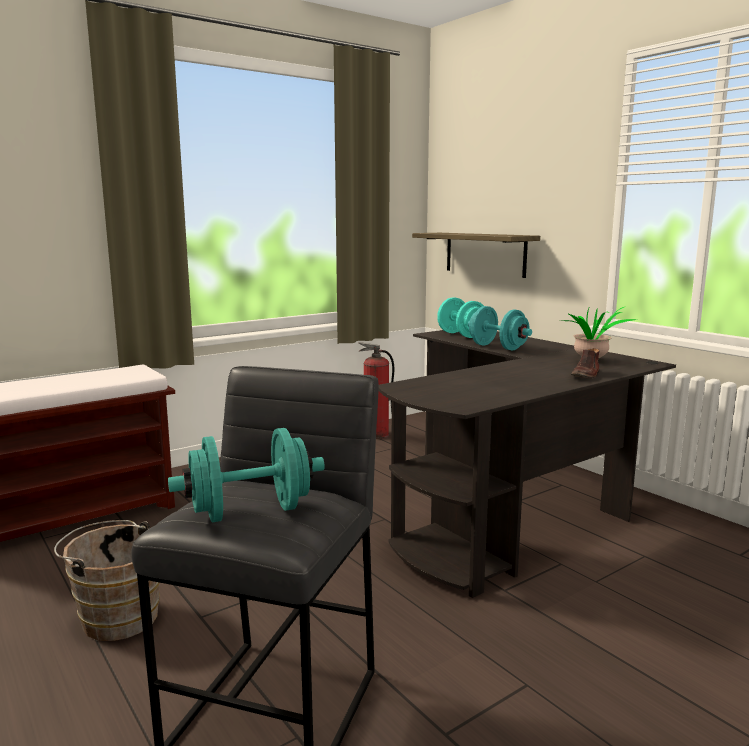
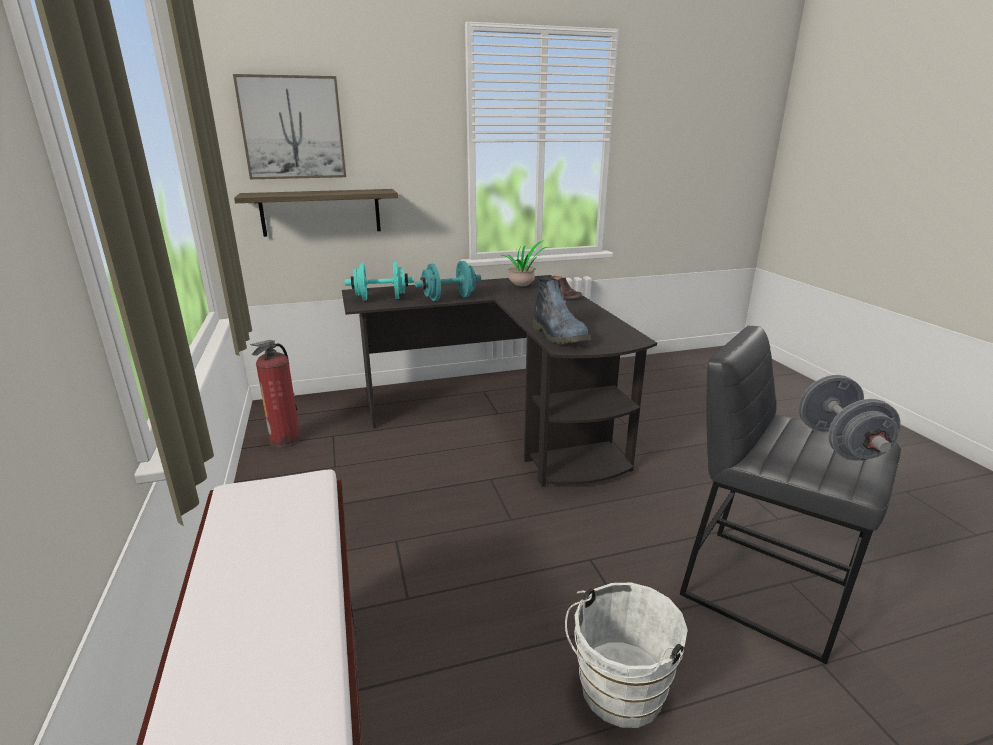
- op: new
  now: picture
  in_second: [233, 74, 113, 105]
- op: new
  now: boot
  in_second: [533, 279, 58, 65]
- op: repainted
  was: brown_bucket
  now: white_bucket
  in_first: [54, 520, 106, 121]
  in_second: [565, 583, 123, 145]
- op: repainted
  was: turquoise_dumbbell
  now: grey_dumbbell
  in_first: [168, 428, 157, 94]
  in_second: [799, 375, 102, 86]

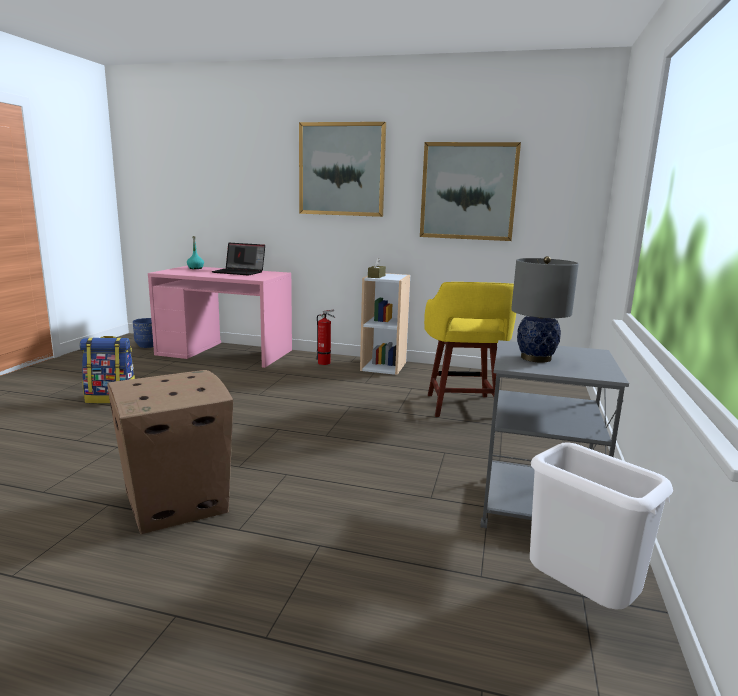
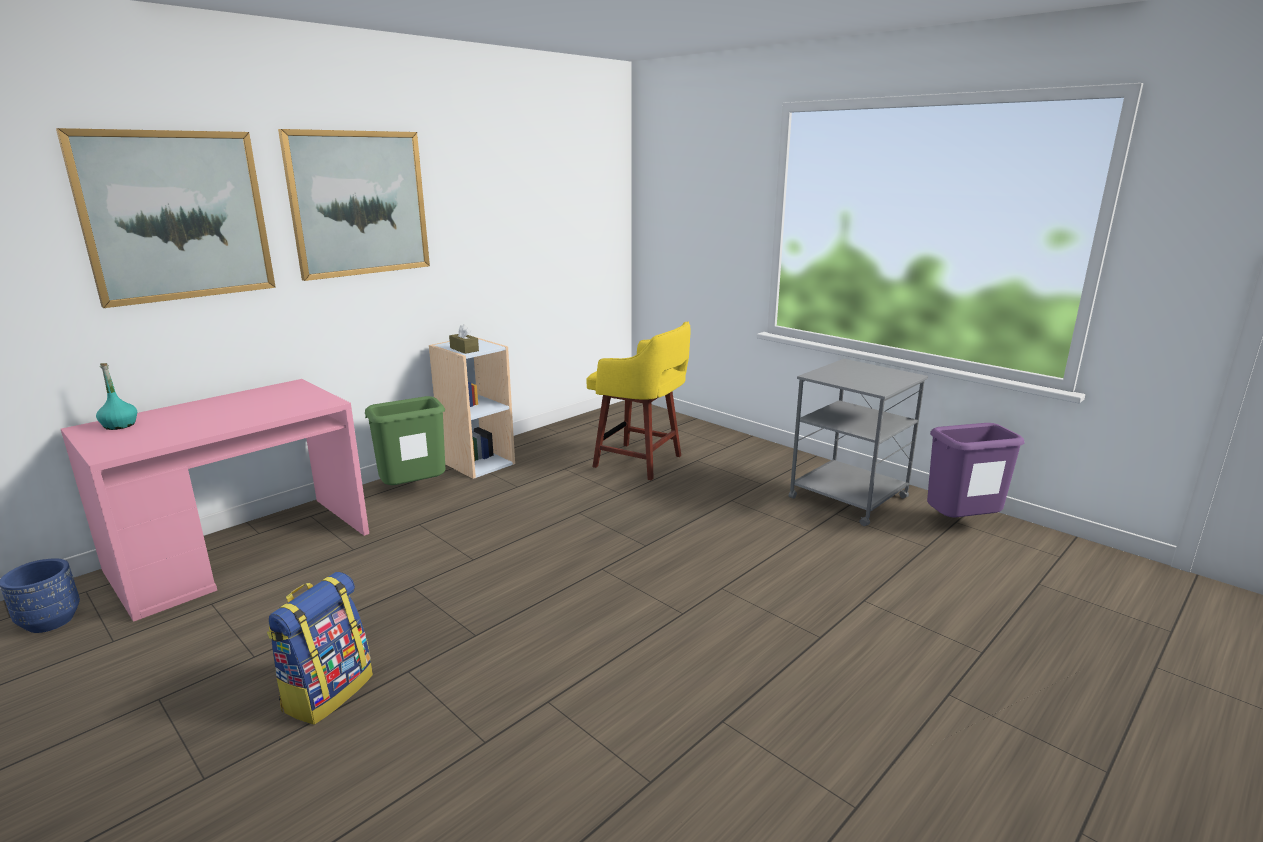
- op: gone
  was: cardboard_box
  in_first: [107, 370, 126, 164]
- op: gone
  was: laptop
  in_first: [211, 243, 54, 33]
- op: gone
  was: grey_table_lamp
  in_first: [511, 256, 68, 107]
- op: shifted
  was: picture
  in_first: [420, 142, 101, 99]
  in_second: [56, 128, 220, 180]
- op: swapped
  was: fire_extinguisher
  now: green_trash_can
  in_first: [317, 309, 18, 56]
  in_second: [365, 396, 81, 89]
- op: repainted
  was: white_trash_can
  now: purple_trash_can
  in_first: [530, 442, 143, 168]
  in_second: [927, 423, 97, 94]

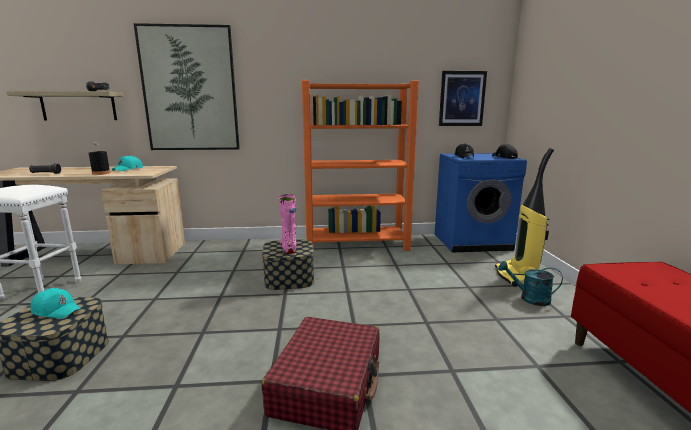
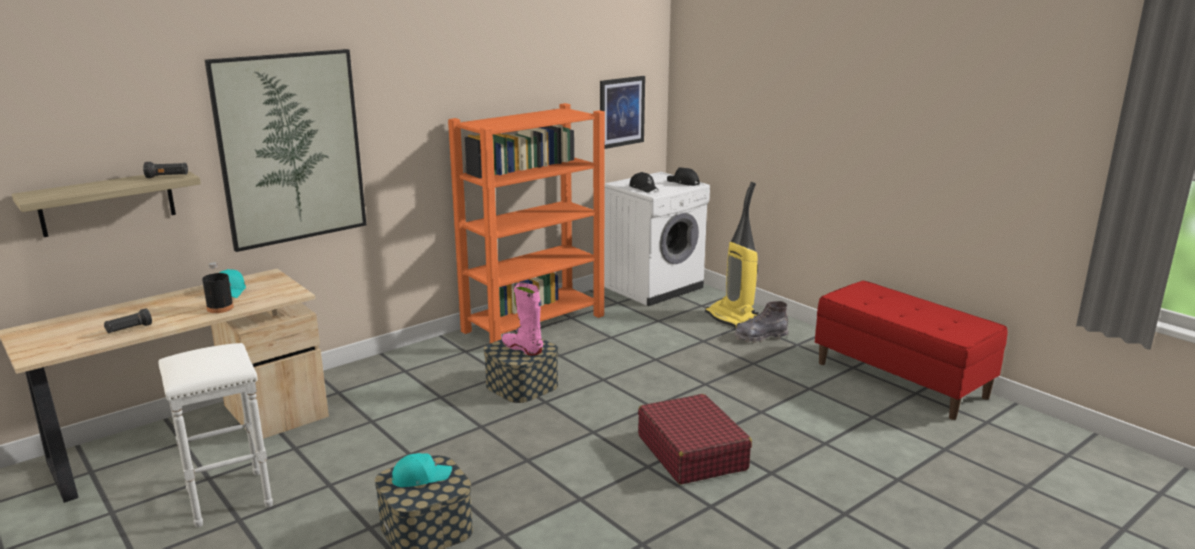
- op: swapped
  was: turquoise_watering_can
  now: grey_boot
  in_first: [498, 261, 65, 45]
  in_second: [735, 301, 54, 42]
- op: repainted
  was: blue_washing_machine
  now: white_washing_machine
  in_first: [435, 153, 92, 100]
  in_second: [604, 172, 106, 134]

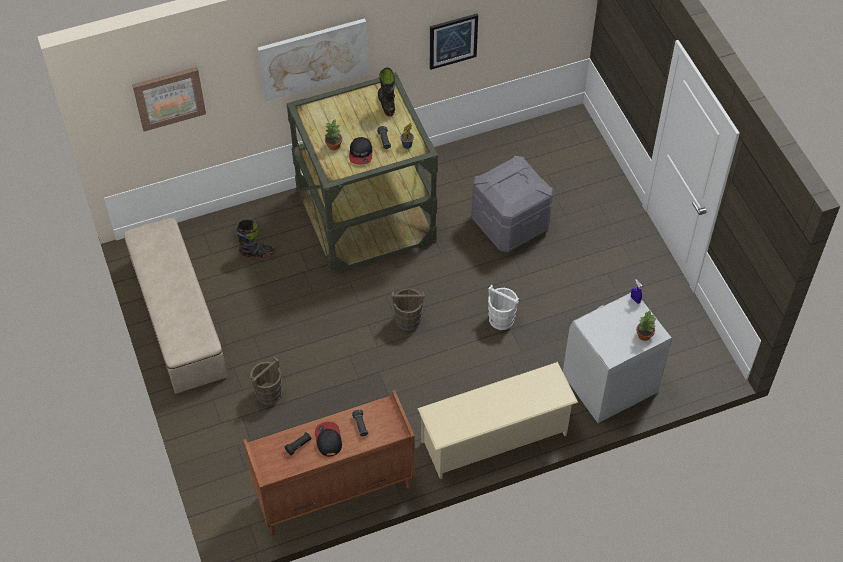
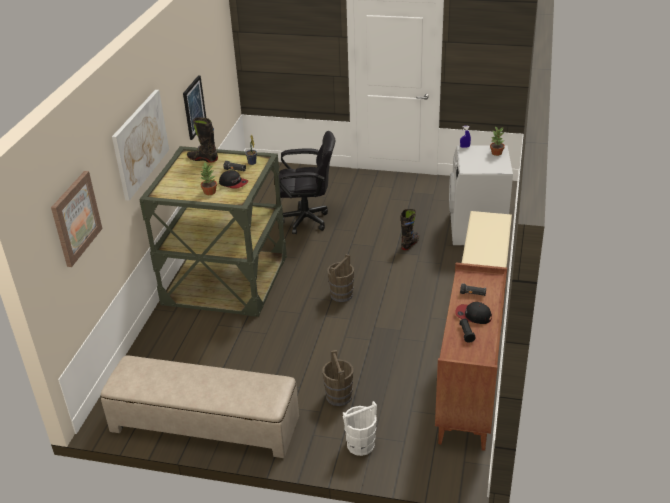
- op: shifted
  was: black_boot
  in_first: [236, 219, 39, 39]
  in_second: [401, 209, 18, 41]
- op: shifted
  was: white_bucket
  in_first: [488, 285, 31, 45]
  in_second: [343, 401, 34, 55]
- op: swapped
  was: grey_storage_box
  now: black_office_chair
  in_first: [471, 156, 82, 96]
  in_second: [279, 131, 56, 103]

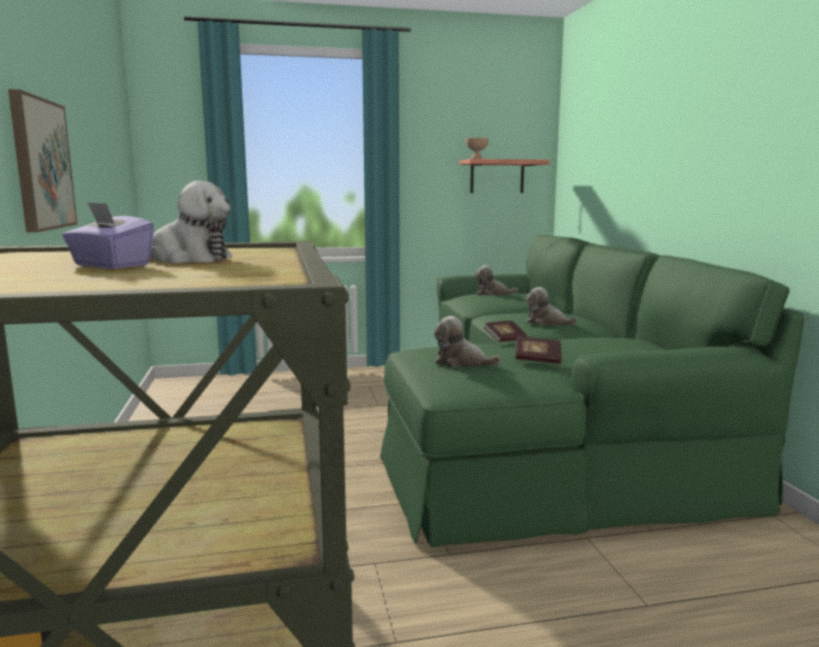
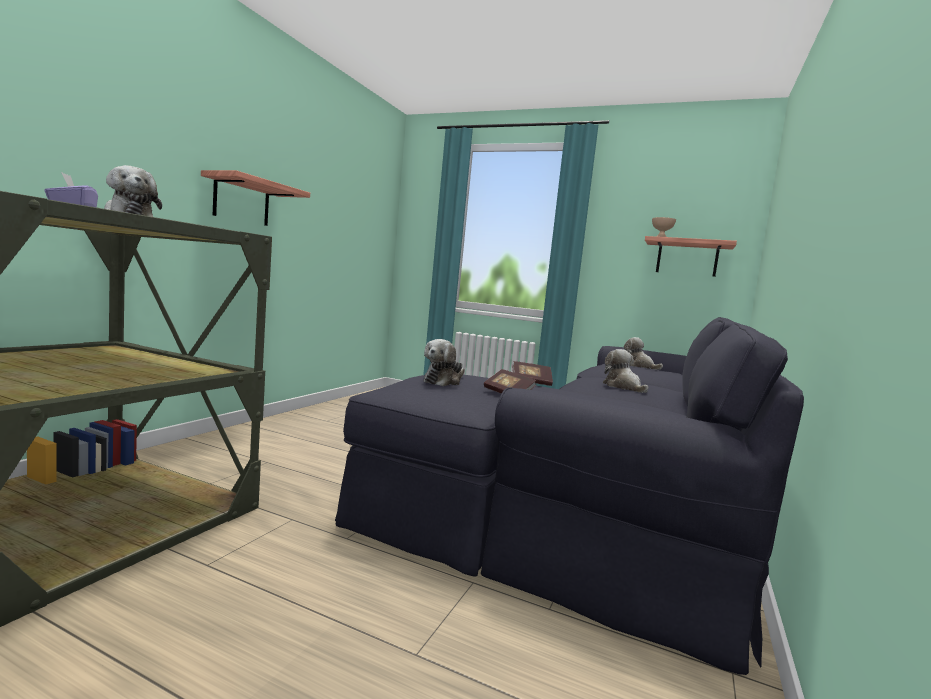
- op: swapped
  was: picture
  now: shelf
  in_first: [8, 89, 69, 144]
  in_second: [201, 170, 109, 56]
- op: repainted
  was: green_sofa
  now: black_sofa
  in_first: [380, 235, 424, 312]
  in_second: [335, 317, 469, 358]
- op: rotated
  was: plush_toy
  in_first: [434, 316, 67, 51]
  in_second: [424, 339, 41, 47]
  clockwise: -120

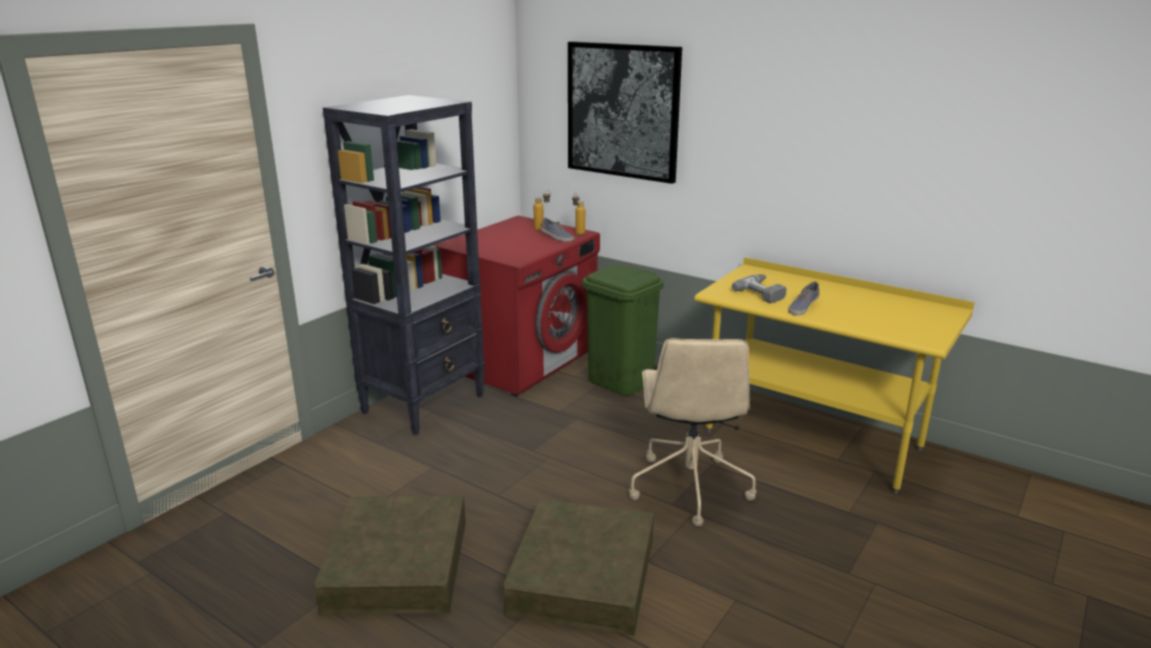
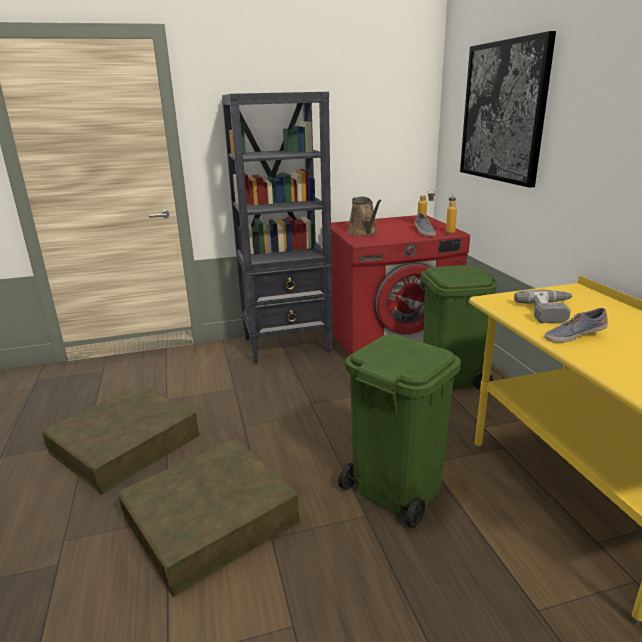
- op: new
  now: brown_watering_can
  in_second: [348, 197, 34, 39]
- op: swapped
  was: beige_office_chair
  now: green_trash_can
  in_first: [629, 338, 128, 189]
  in_second: [338, 334, 123, 194]

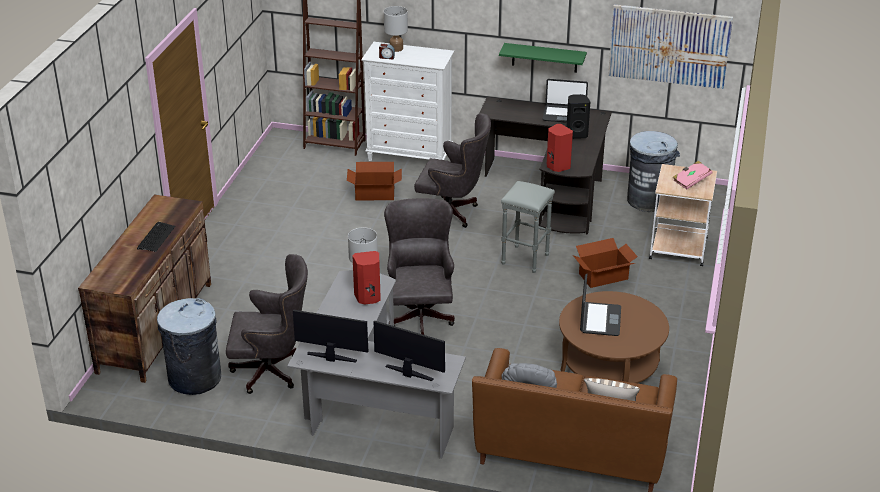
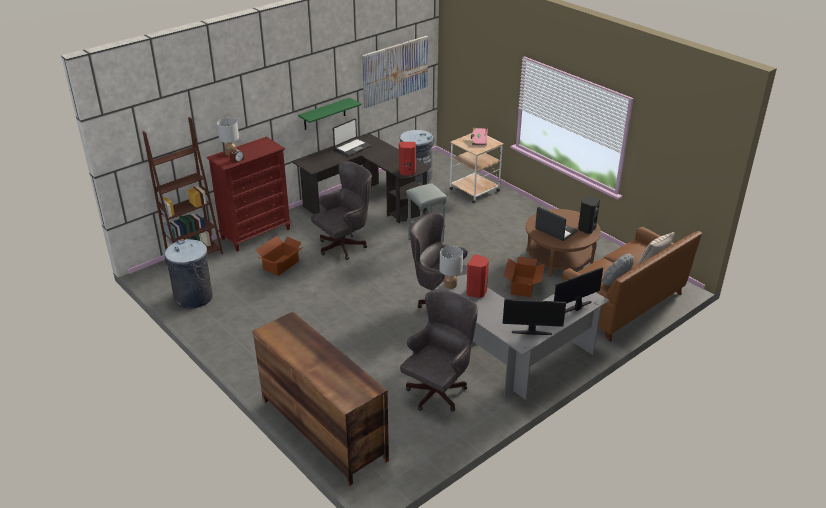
- op: gone
  was: keyboard
  in_first: [137, 222, 38, 30]
- op: shifted
  was: grey_trash_can
  in_first: [157, 298, 64, 97]
  in_second: [165, 239, 48, 70]
- op: shifted
  was: black_speaker
  in_first: [566, 94, 25, 45]
  in_second: [578, 196, 22, 38]
- op: shifted
  was: cardboard_box
  in_first: [573, 238, 65, 50]
  in_second: [503, 257, 42, 40]
- op: repainted
  was: white_dresser
  now: red_dresser
  in_first: [361, 42, 93, 119]
  in_second: [206, 137, 85, 114]
- op: rotated
  was: monitor
  in_first: [293, 310, 75, 53]
  in_second: [503, 299, 63, 36]
  clockwise: -135

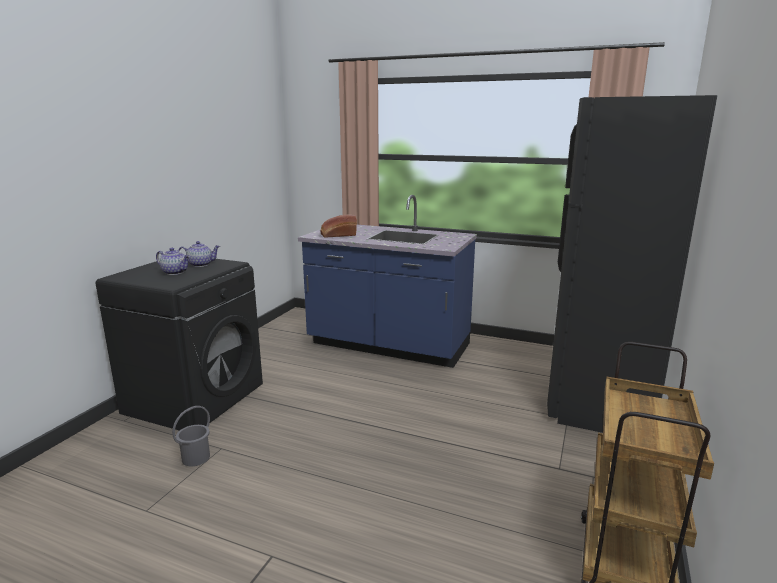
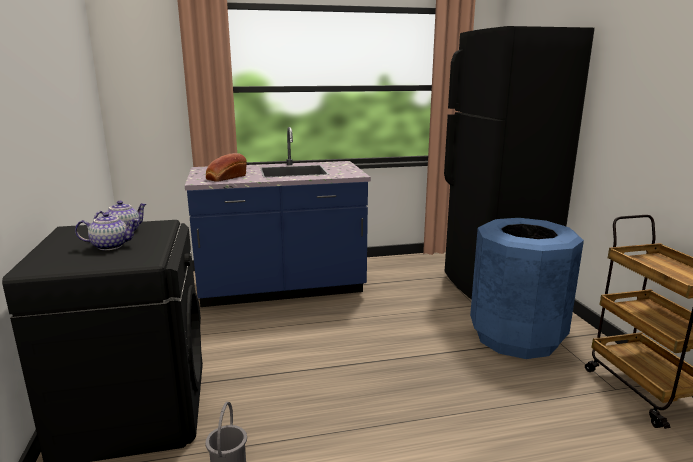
- op: new
  now: blue_trash_can
  in_second: [470, 218, 114, 141]

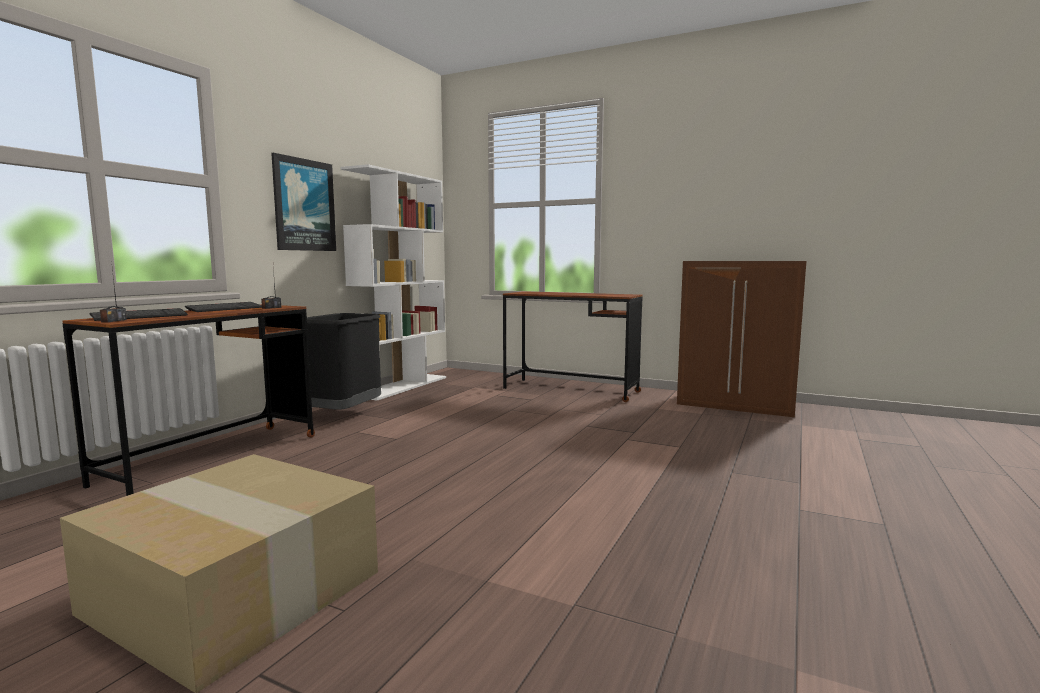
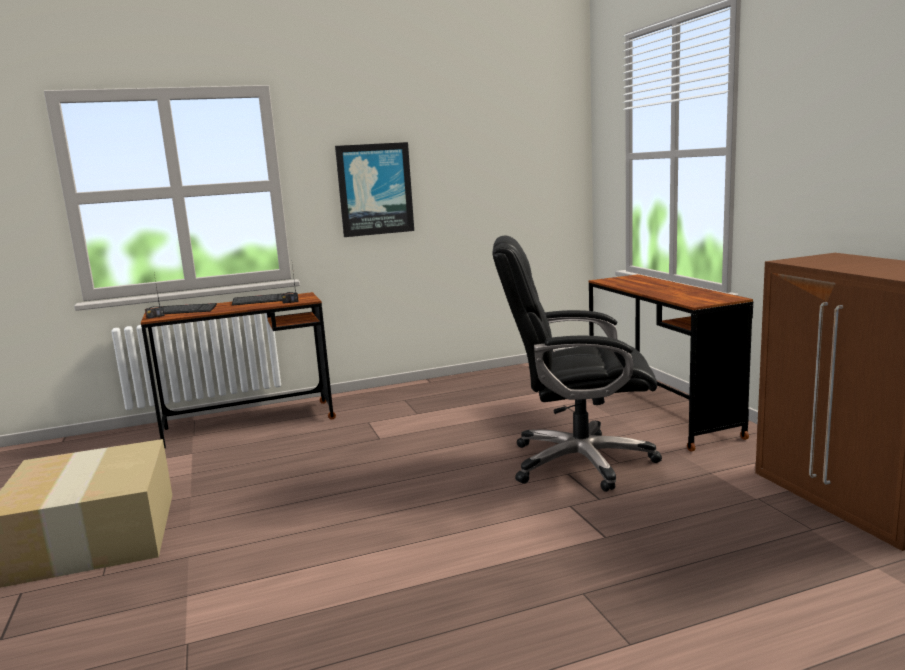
- op: gone
  was: black_trash_can
  in_first: [307, 313, 74, 97]
- op: gone
  was: white_bookcase
  in_first: [340, 164, 106, 237]
- op: new
  now: black_office_chair
  in_second: [492, 236, 170, 256]

